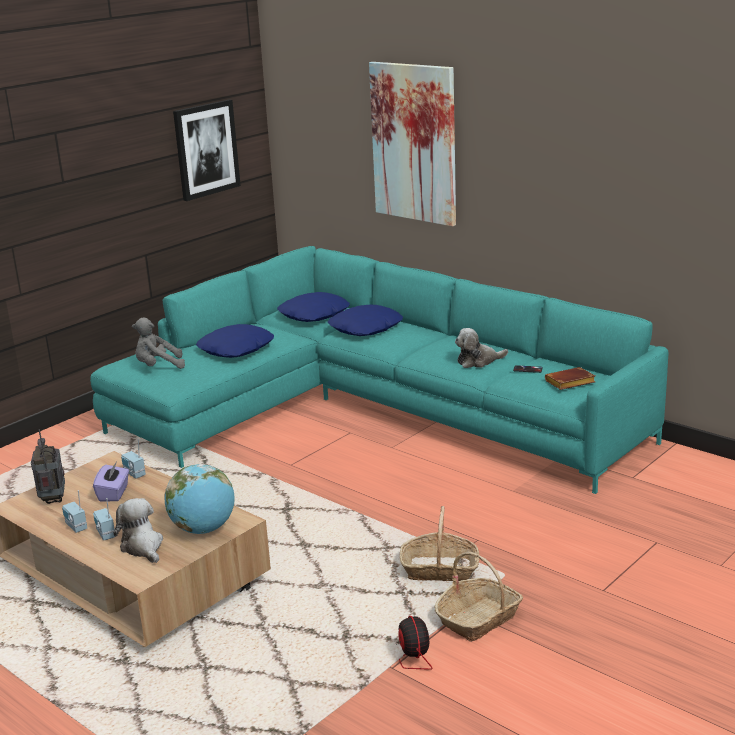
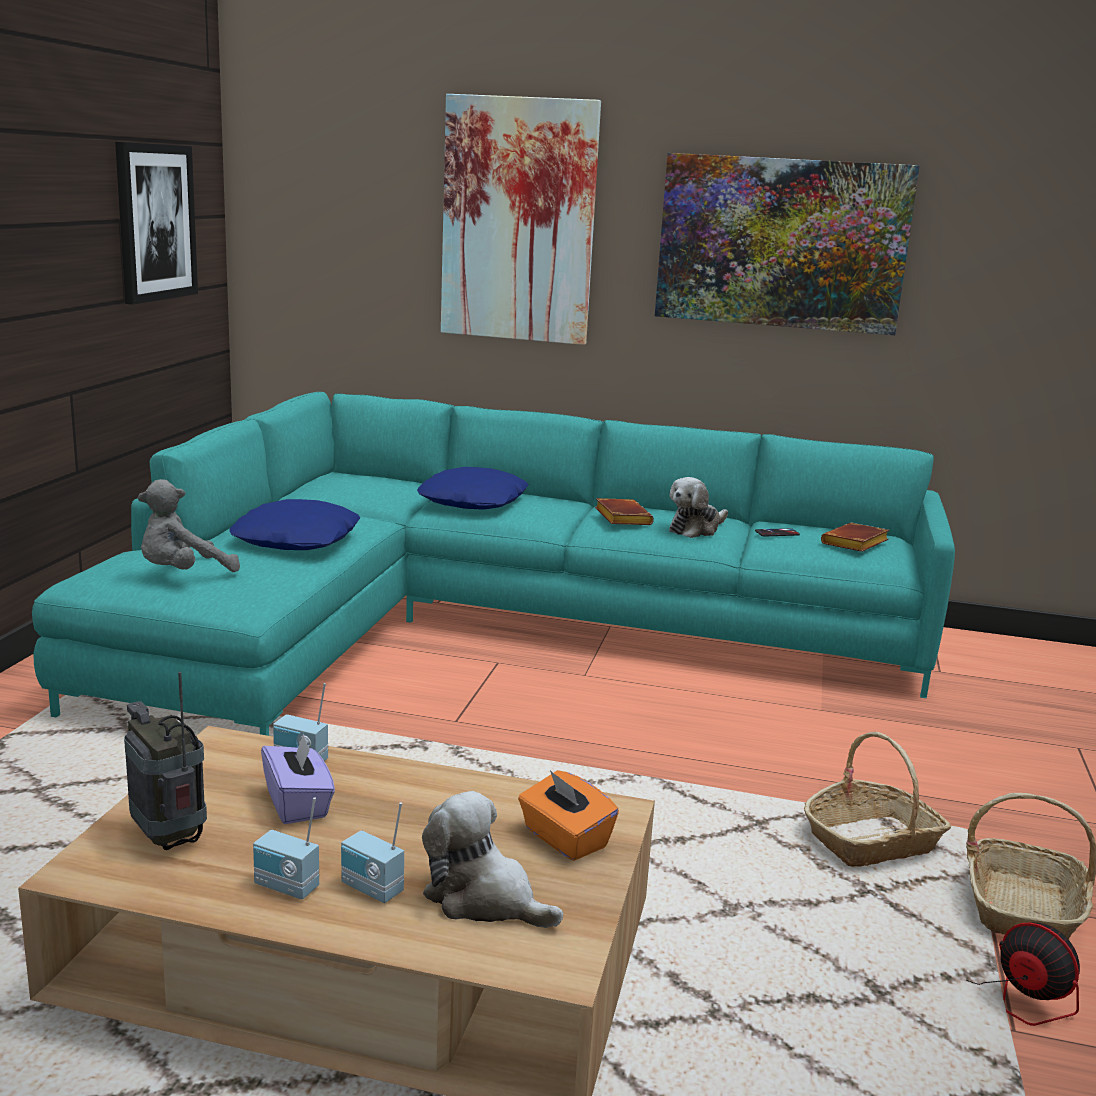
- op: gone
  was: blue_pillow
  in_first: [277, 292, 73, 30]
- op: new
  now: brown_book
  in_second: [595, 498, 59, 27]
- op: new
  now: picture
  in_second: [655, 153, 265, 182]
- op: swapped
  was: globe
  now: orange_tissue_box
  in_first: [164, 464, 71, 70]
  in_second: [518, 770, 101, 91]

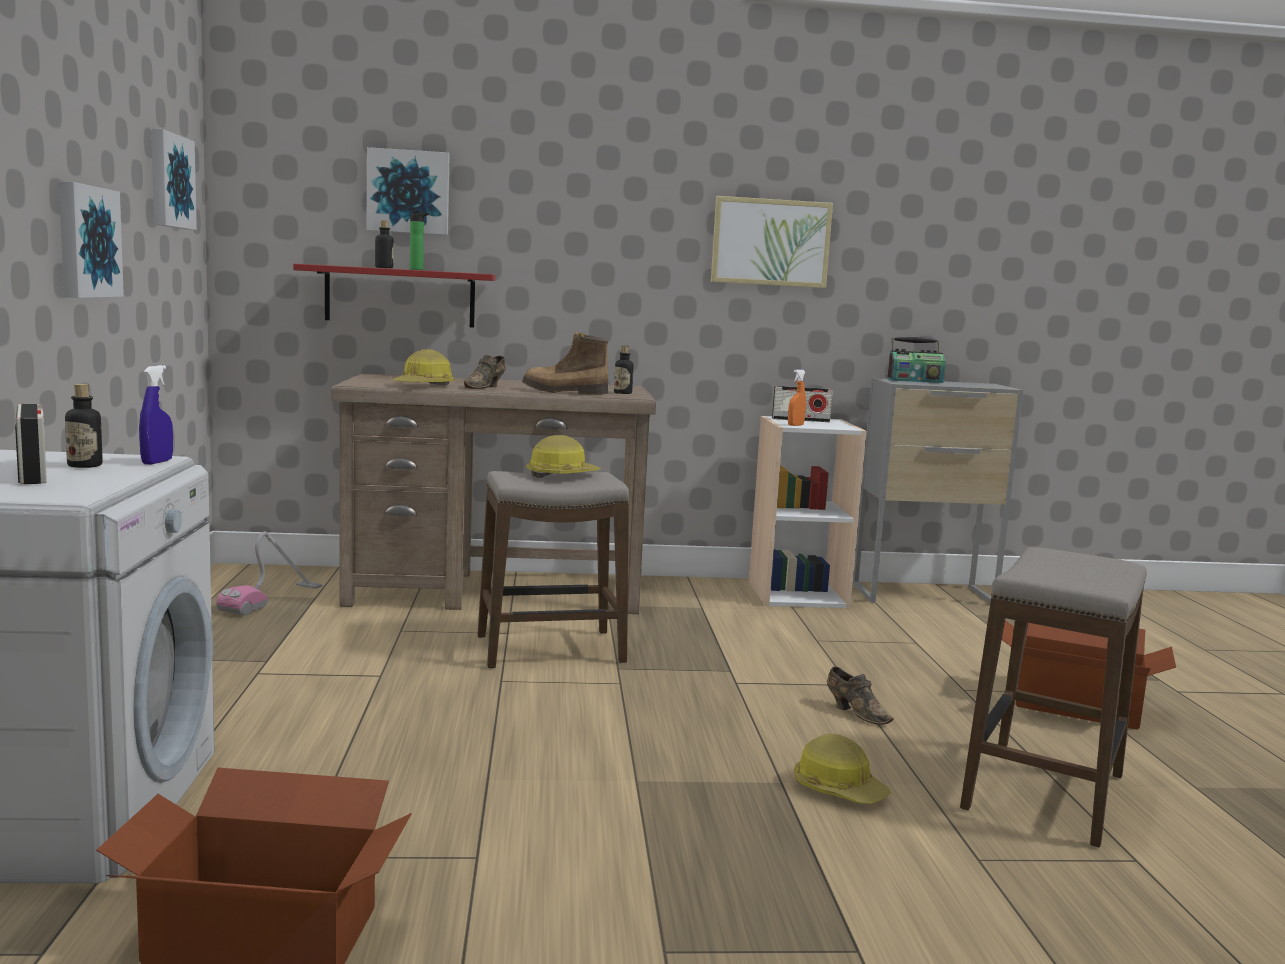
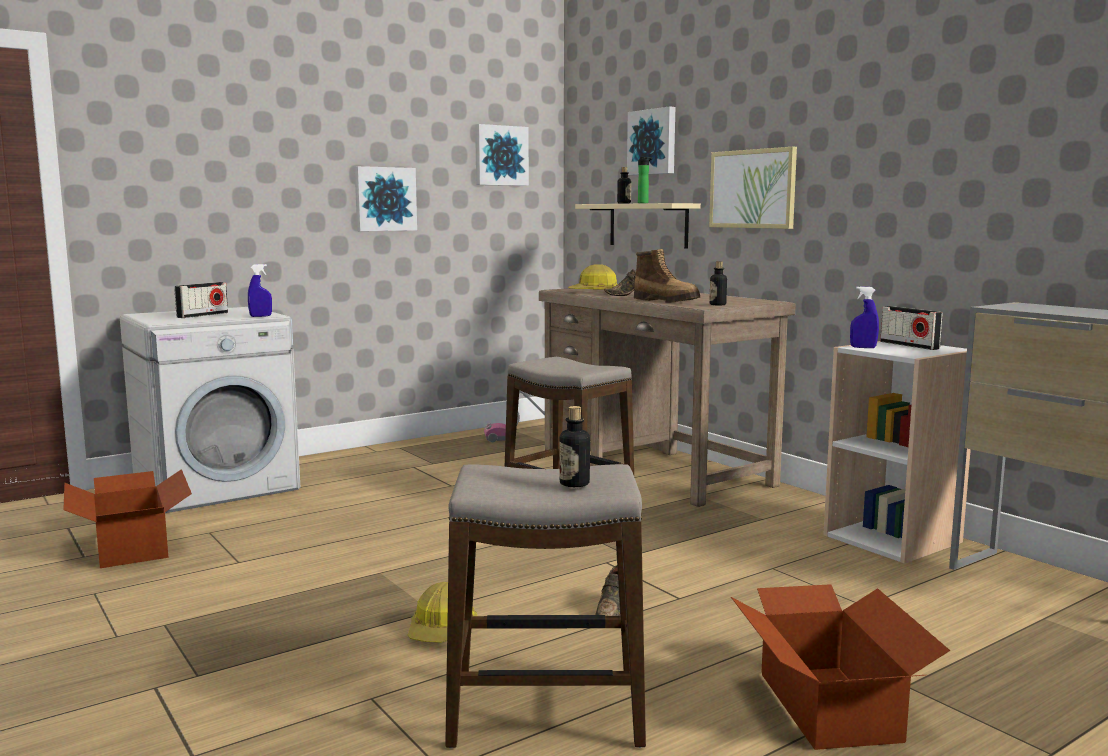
- op: gone
  was: hard_hat
  in_first: [526, 435, 75, 43]
- op: gone
  was: radio
  in_first: [887, 337, 59, 46]
- op: shifted
  was: bottle
  in_first: [65, 384, 38, 84]
  in_second: [559, 406, 31, 81]
- op: shifted
  was: picture
  in_first: [711, 196, 122, 92]
  in_second: [709, 147, 88, 82]
- op: repainted
  was: red_shelf
  now: beige_shelf
  in_first: [293, 264, 202, 64]
  in_second: [575, 203, 126, 46]
- op: repainted
  was: orange_spray_bottle
  now: blue_spray_bottle
  in_first: [788, 369, 18, 57]
  in_second: [850, 286, 29, 62]
- op: rotated
  was: boot
  in_first: [522, 332, 86, 63]
  in_second: [634, 249, 66, 54]
  clockwise: 150

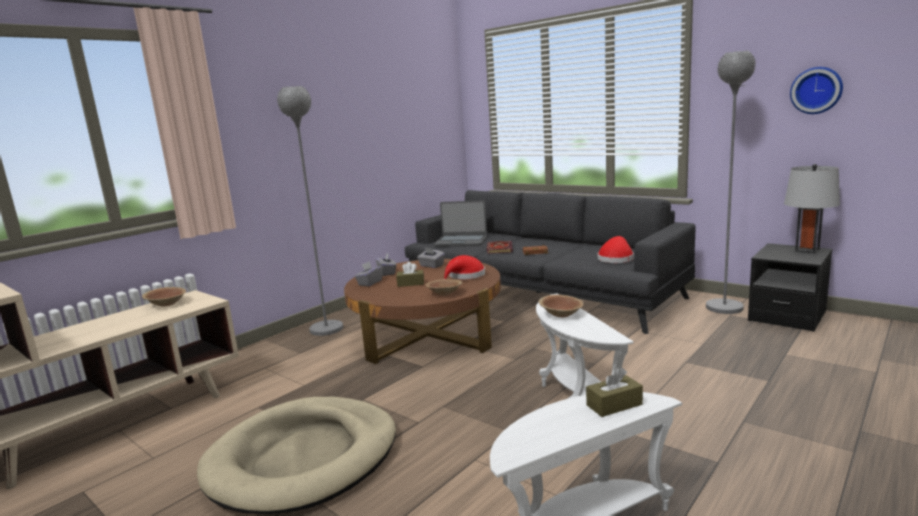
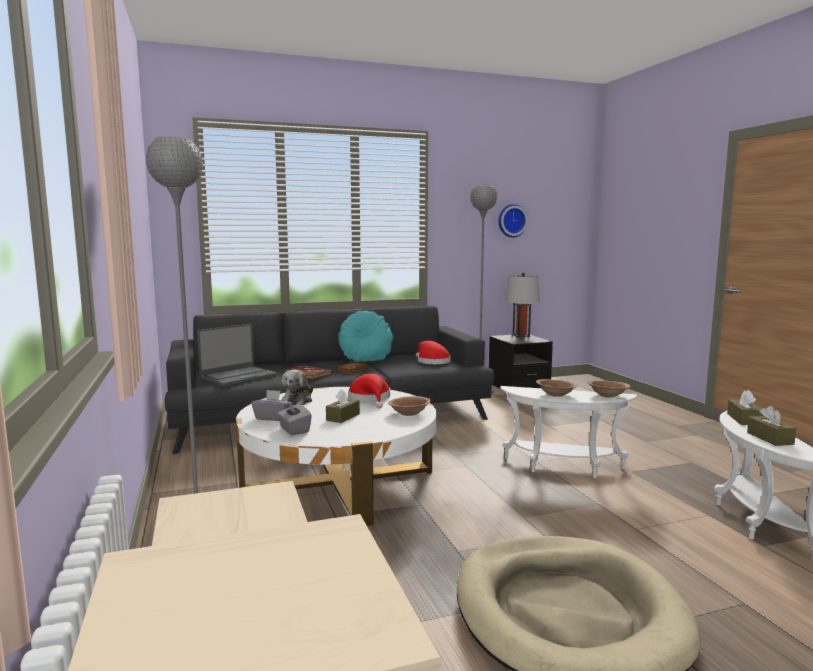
- op: new
  now: turquoise_pillow
  in_second: [338, 311, 55, 51]
- op: new
  now: brown_tissue_box
  in_second: [747, 406, 49, 40]
- op: shifted
  was: brown_bowl
  in_first: [142, 287, 44, 19]
  in_second: [588, 380, 43, 18]
- op: swapped
  was: grey_tissue_box
  now: plush_toy
  in_first: [417, 247, 28, 21]
  in_second: [282, 370, 31, 36]
- op: repainted
  was: brown_coffee_table
  now: white_coffee_table
  in_first: [344, 259, 157, 105]
  in_second: [236, 387, 201, 139]

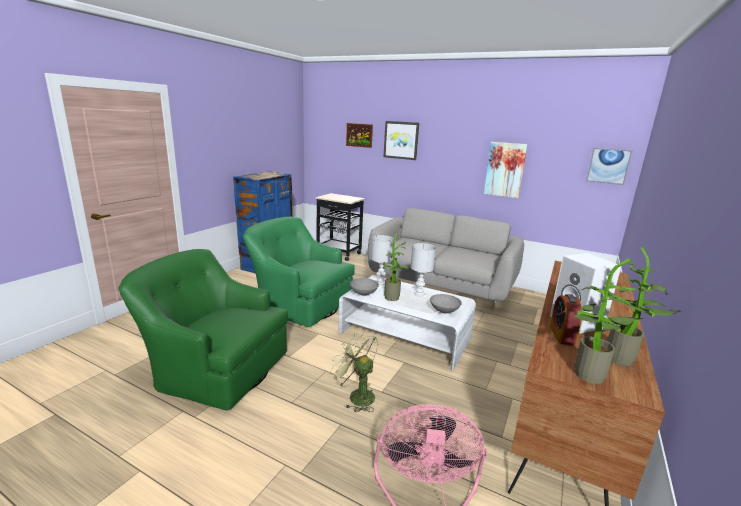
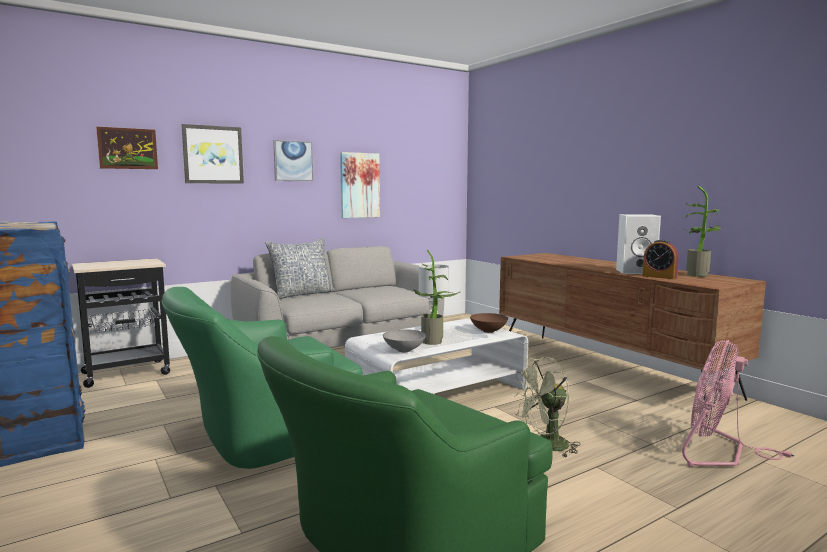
- op: gone
  was: white_table_lamp
  in_first: [371, 235, 23, 50]
- op: gone
  was: potted_plant
  in_first: [575, 259, 84, 125]
- op: new
  now: pillow
  in_second: [265, 238, 70, 61]
- op: shifted
  was: picture
  in_first: [586, 148, 46, 37]
  in_second: [273, 140, 40, 41]
- op: repainted
  was: grey_bowl
  now: brown_bowl
  in_first: [430, 294, 32, 20]
  in_second: [470, 313, 38, 20]

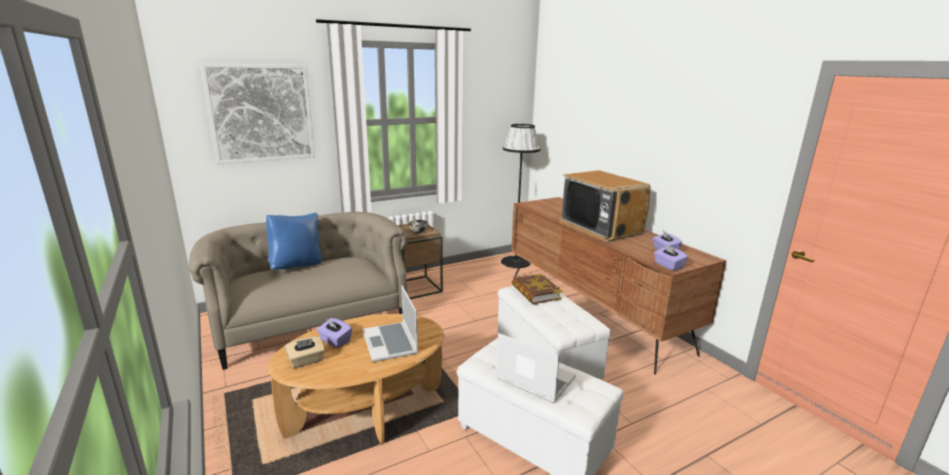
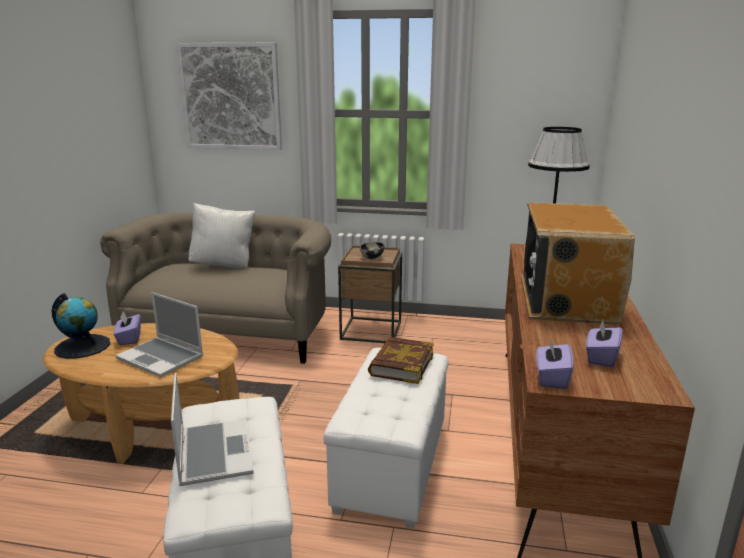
- op: swapped
  was: beige_tissue_box
  now: globe
  in_first: [285, 336, 40, 32]
  in_second: [52, 293, 58, 66]
- op: repainted
  was: blue_pillow
  now: white_pillow
  in_first: [266, 213, 56, 57]
  in_second: [189, 203, 67, 65]
- op: rotated
  was: laptop
  in_first: [363, 285, 55, 77]
  in_second: [115, 292, 88, 85]
  clockwise: -75

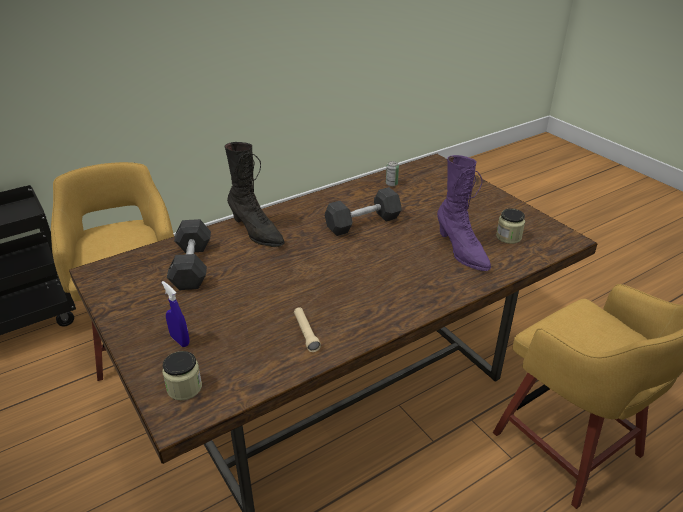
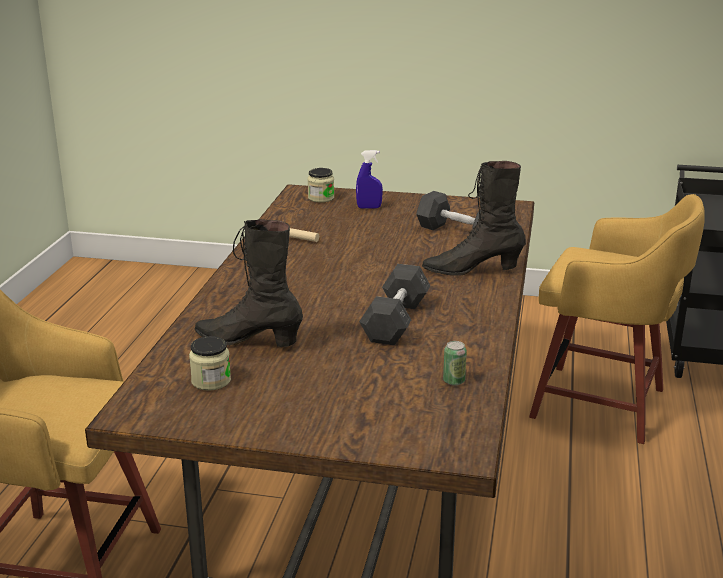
- op: repainted
  was: purple_boot
  now: black_boot
  in_first: [437, 155, 54, 116]
  in_second: [195, 219, 108, 128]

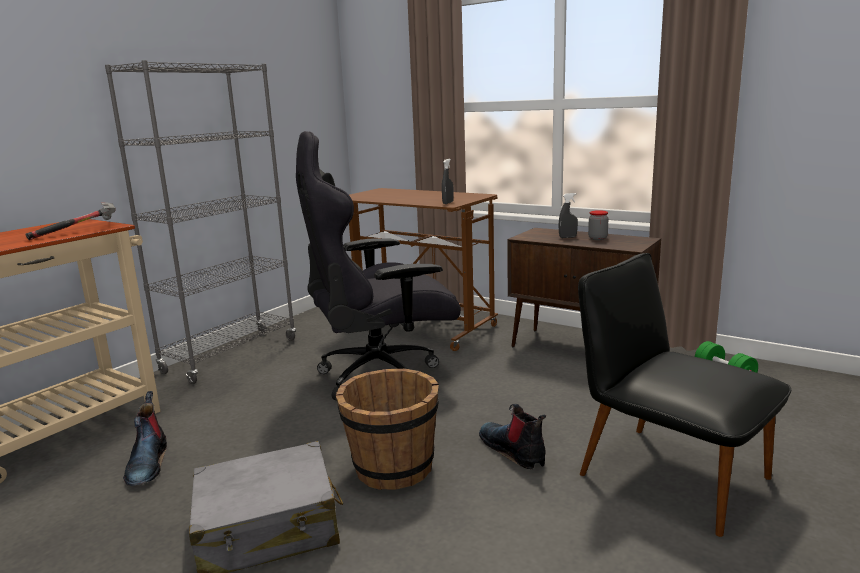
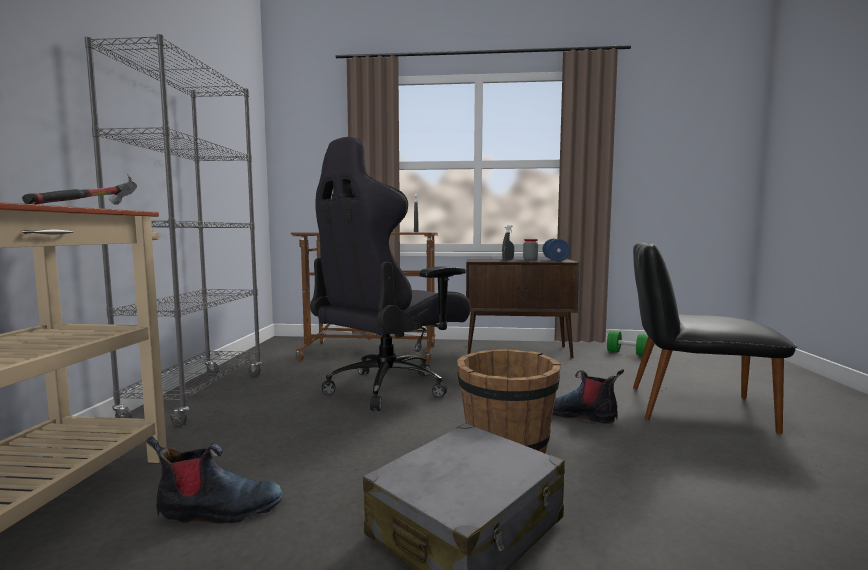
- op: new
  now: blue_dumbbell
  in_second: [543, 239, 27, 22]
- op: rotated
  was: boot
  in_first: [123, 391, 44, 95]
  in_second: [146, 436, 137, 88]
  clockwise: -60

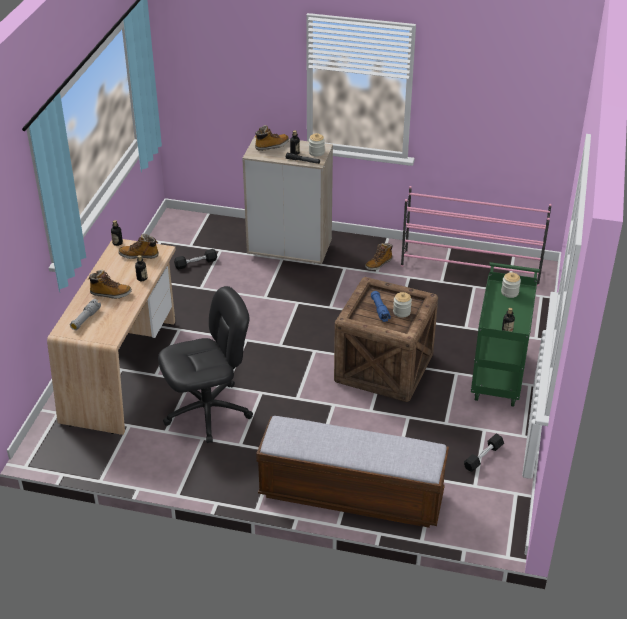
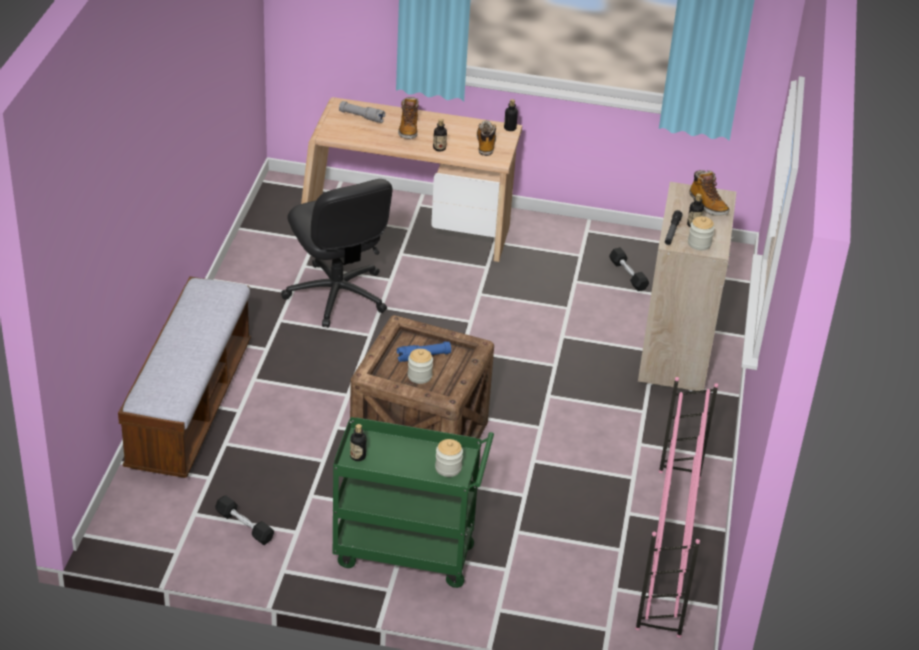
- op: gone
  was: boot
  in_first: [365, 243, 28, 27]

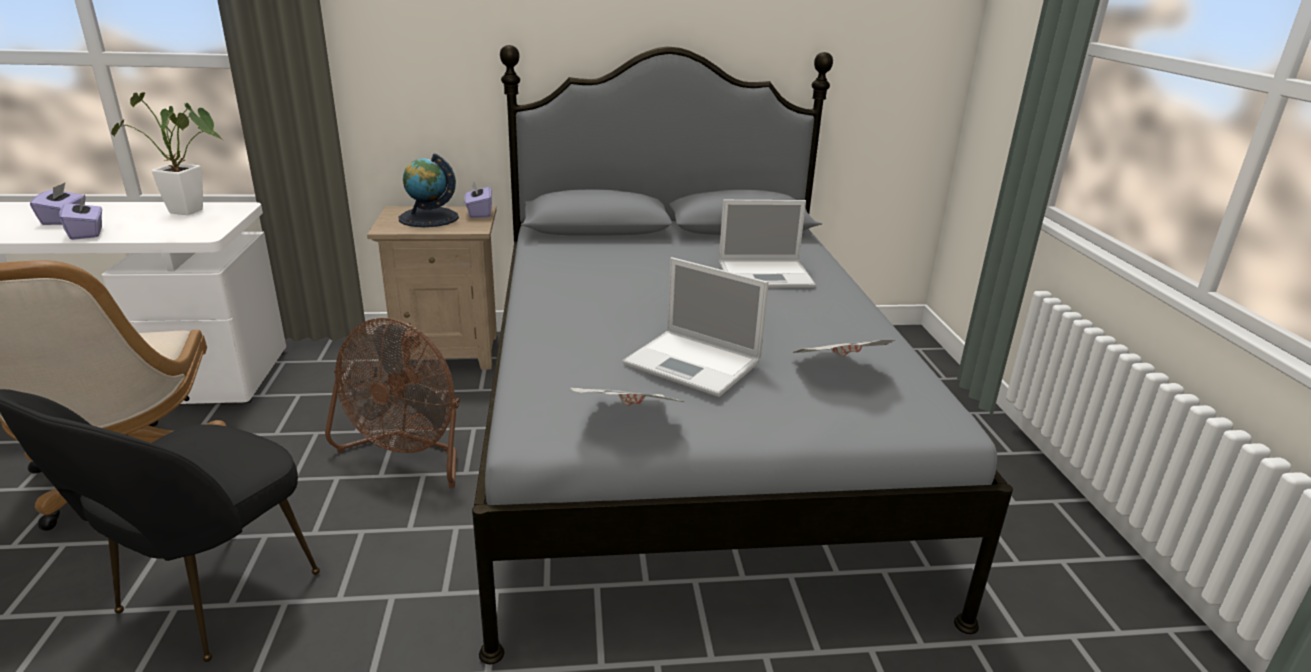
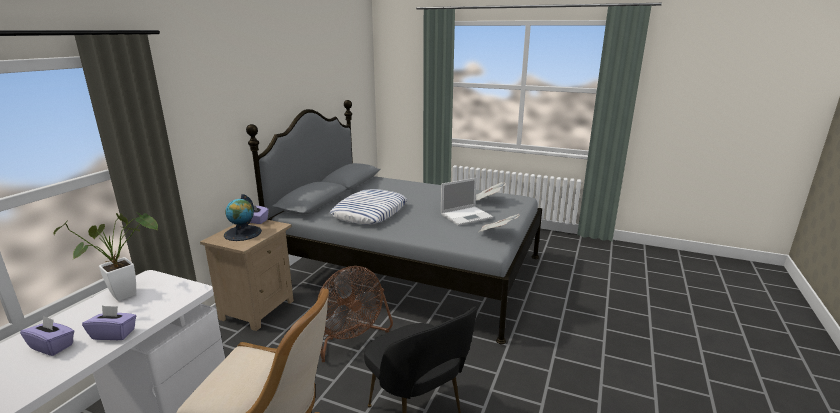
- op: gone
  was: laptop
  in_first: [719, 200, 97, 88]
- op: new
  now: pillow
  in_second: [330, 189, 77, 36]

